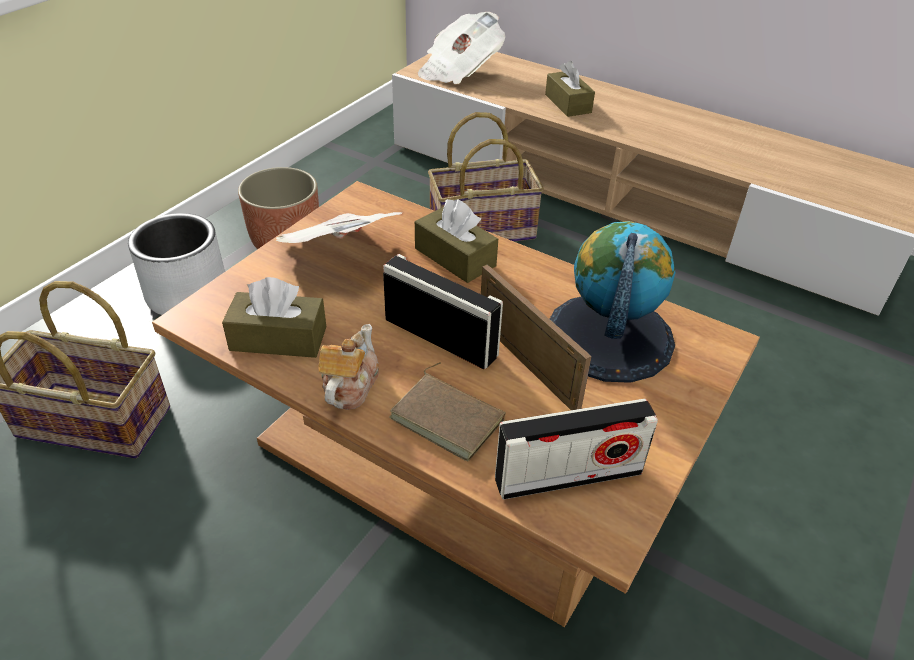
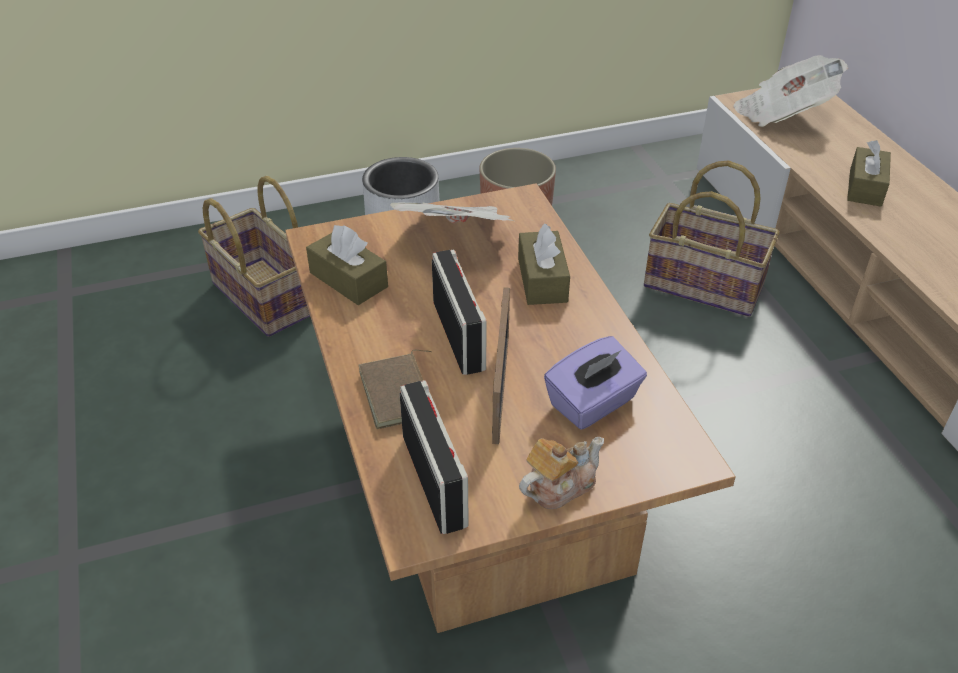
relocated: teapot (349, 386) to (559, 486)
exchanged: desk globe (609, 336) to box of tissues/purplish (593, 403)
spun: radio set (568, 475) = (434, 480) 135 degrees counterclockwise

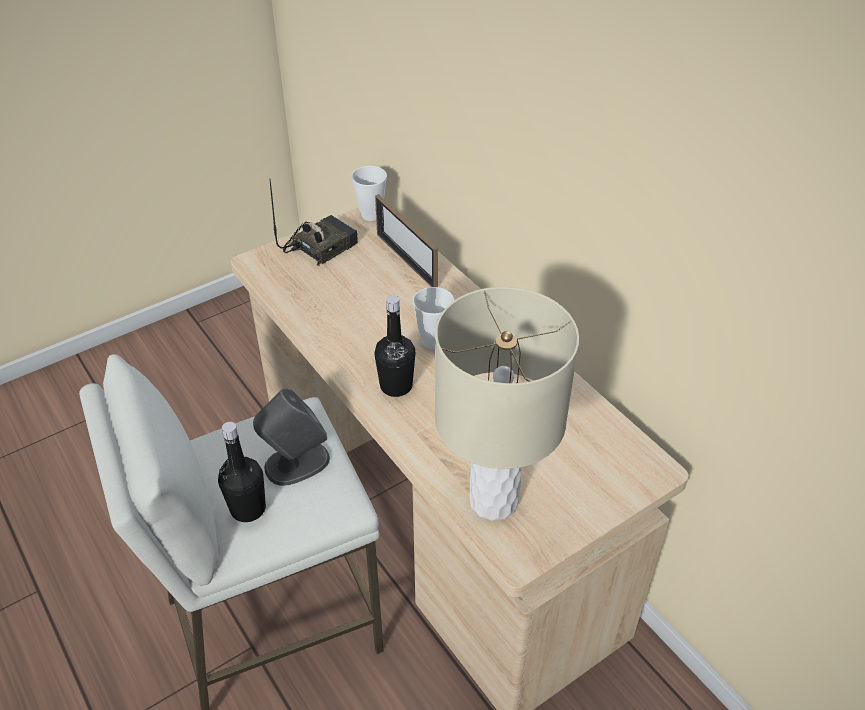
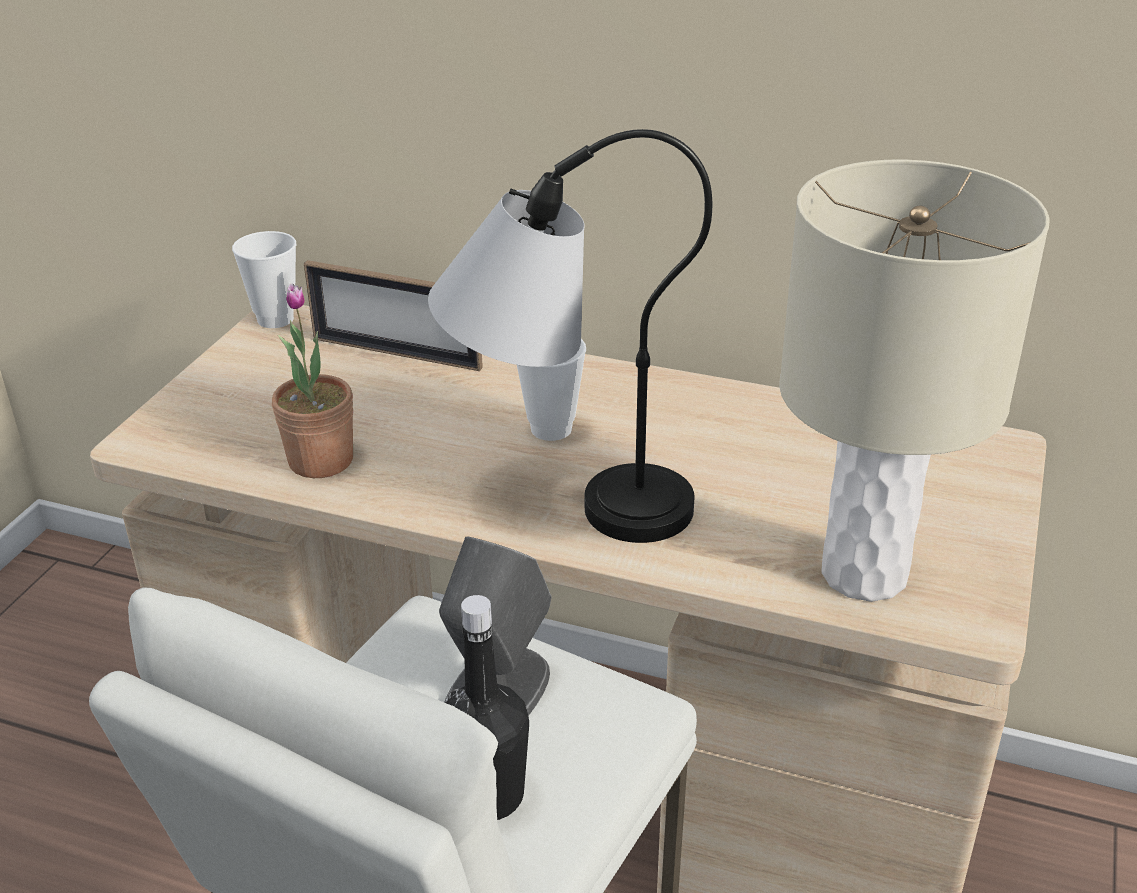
missing: radio set (320, 246)
appeared: plant in a pot (321, 460)
exchanged: bottle/blackish (396, 386) to tabletop lamp (563, 503)

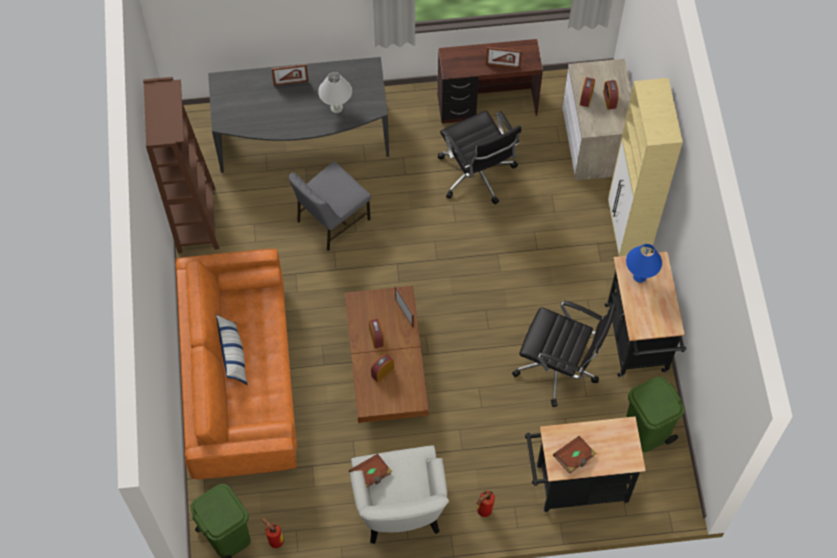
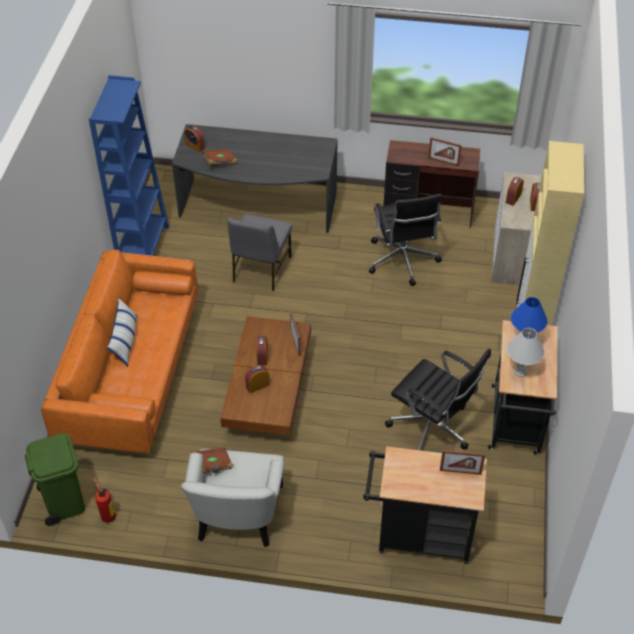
missing: fire extinguisher (482, 512); rubbish bin/green (647, 431)
appeared: bedside clock (195, 146)
relocated: photo frame (291, 82) to (460, 472); tabletop lamp/white (337, 107) to (521, 371); volume/brown (574, 458) to (220, 162)
colour: bookshelf/brown (196, 220) to bookshelf/blue (143, 247)
spun: chair/gray (331, 220) = (260, 269) 45 degrees counterclockwise

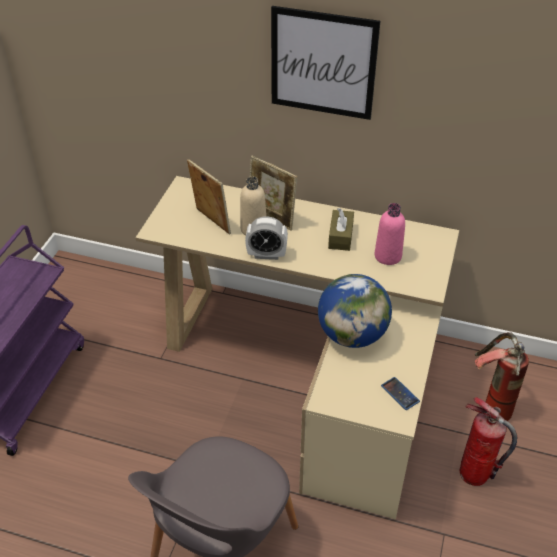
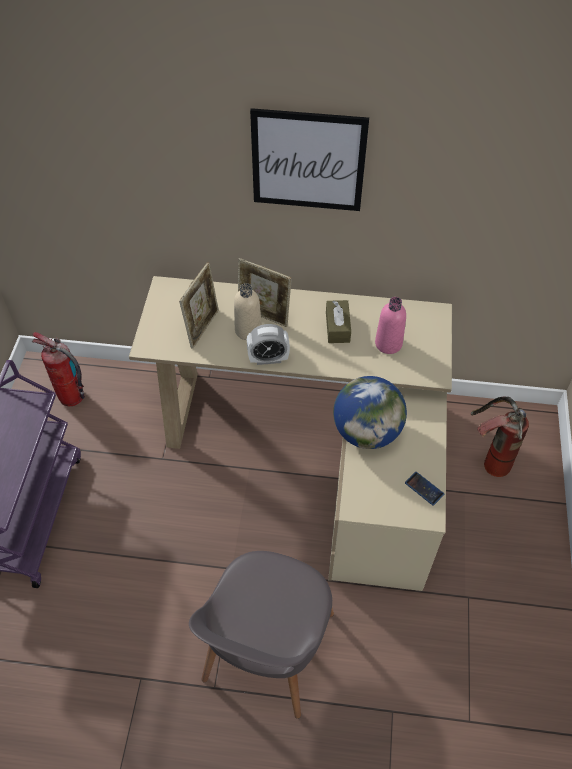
relocated: fire extinguisher (474, 474) to (71, 397)
spun: photo frame (211, 222) = (203, 327) 75 degrees clockwise

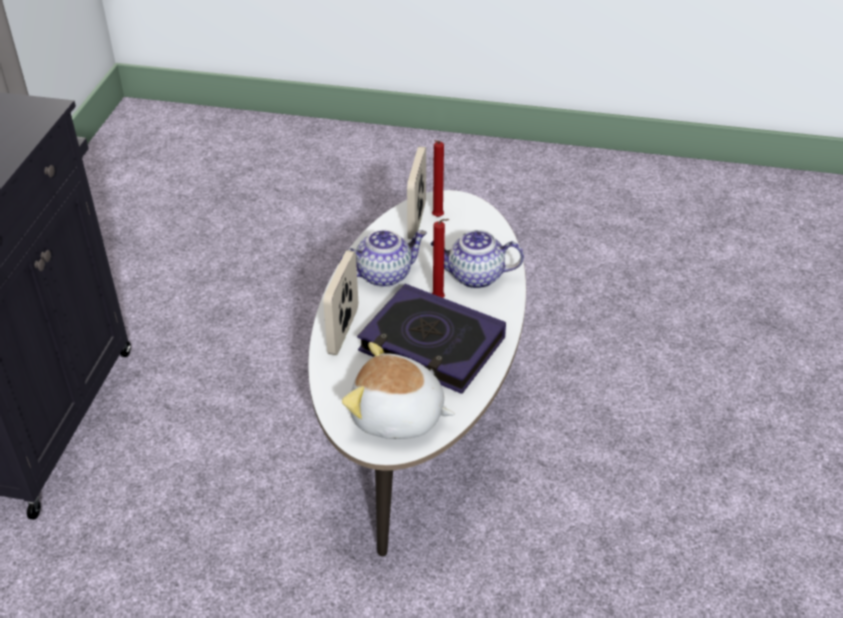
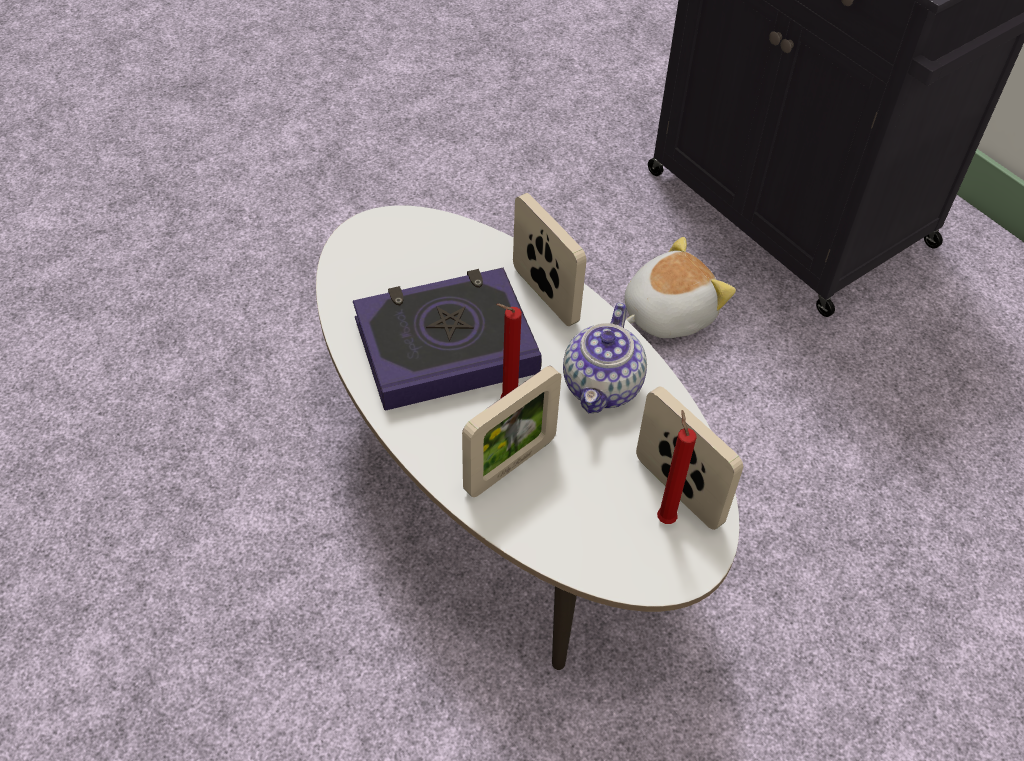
relocated: plush toy (397, 417) to (666, 313)
exchanged: teapot (474, 277) to photo frame (510, 465)

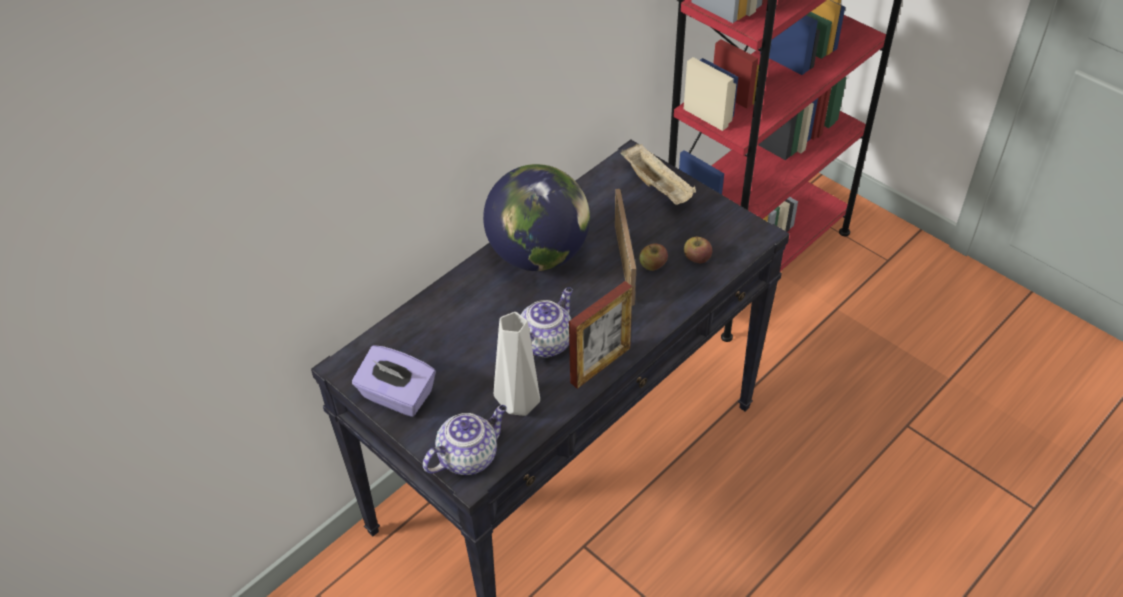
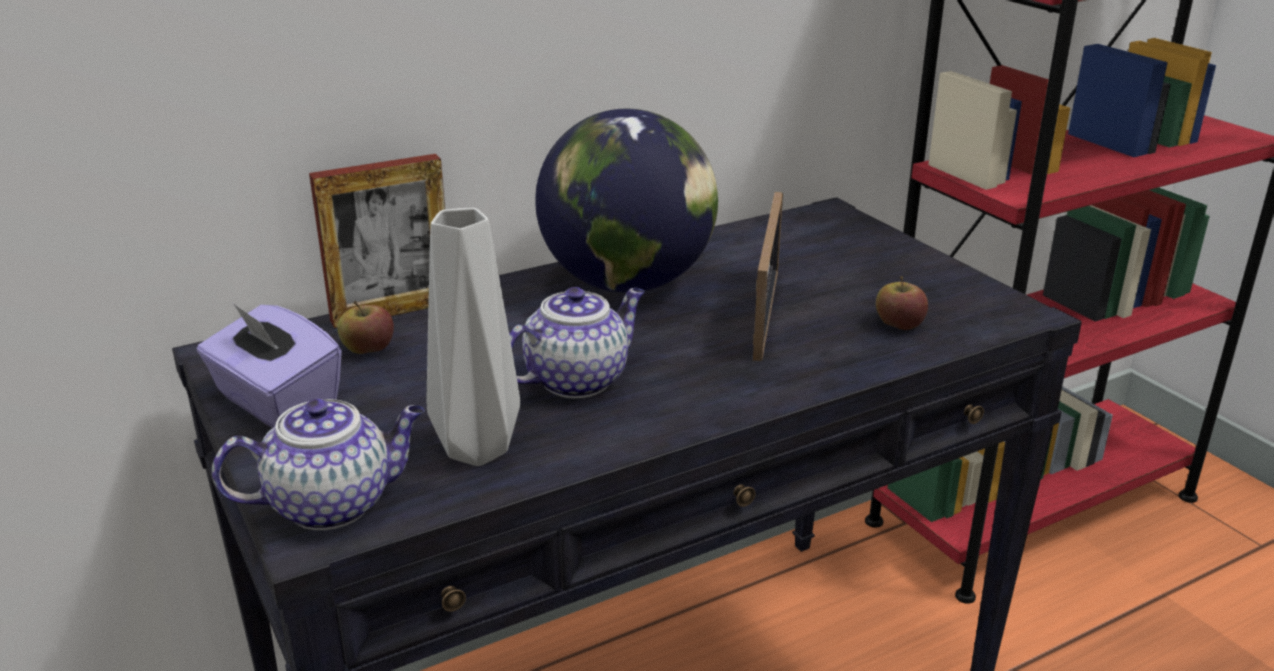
missing: serving tray/beige-coloured (658, 186)
relocated: photo frame (600, 365) to (392, 311); whole apple (653, 265) to (368, 349)

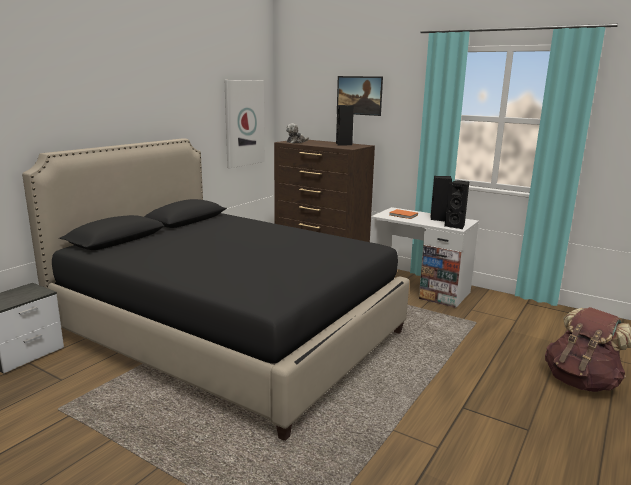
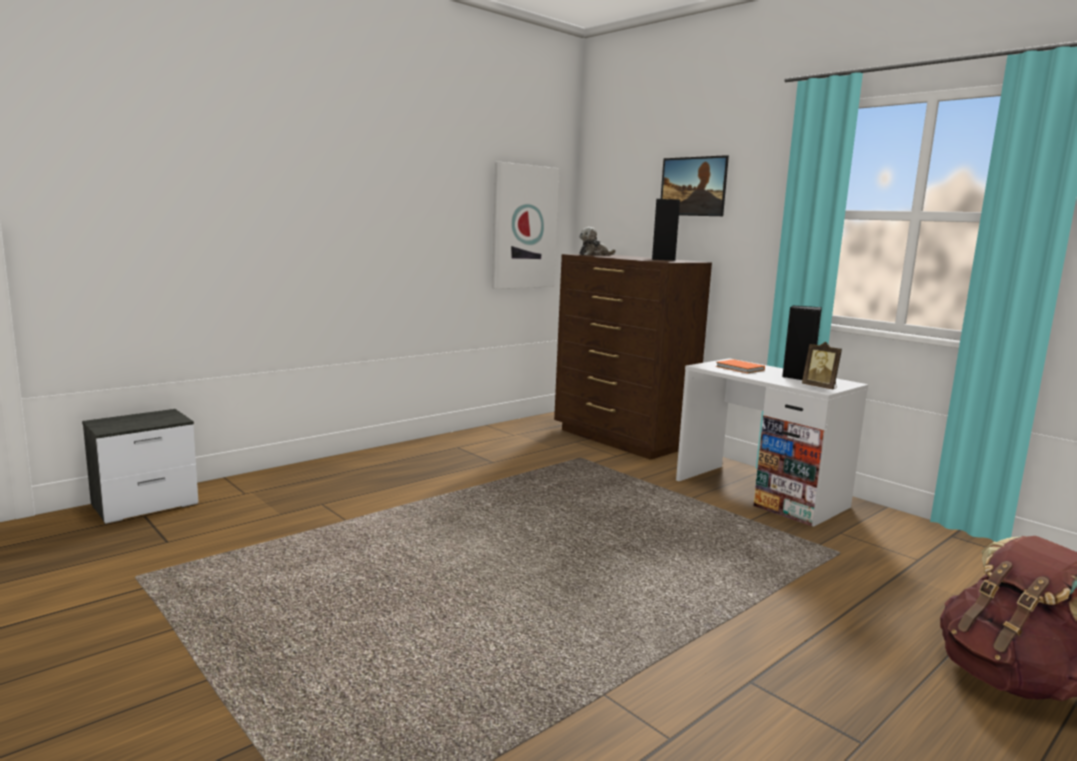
missing: bedroom bed/blackish (229, 333)
exchanged: audio speaker/blackish (456, 226) to photo frame (820, 387)

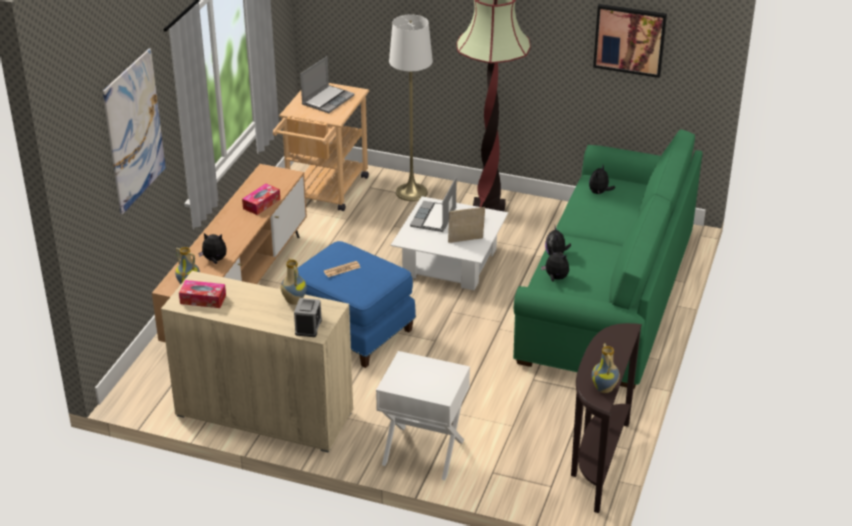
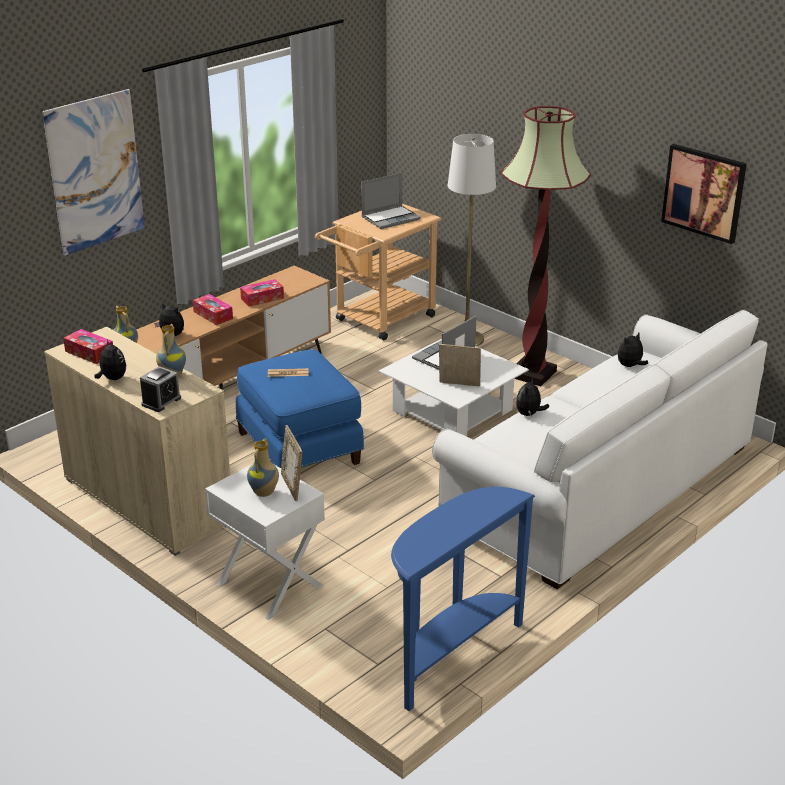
appeared: box of tissues (213, 315); photo frame (292, 486)
relocated: plush toy (555, 278) to (112, 378); decorative vase (605, 389) to (264, 493)
colour: settee/green (608, 296) to settee/white (601, 486); hall table/brown (596, 462) to hall table/blue (450, 655)

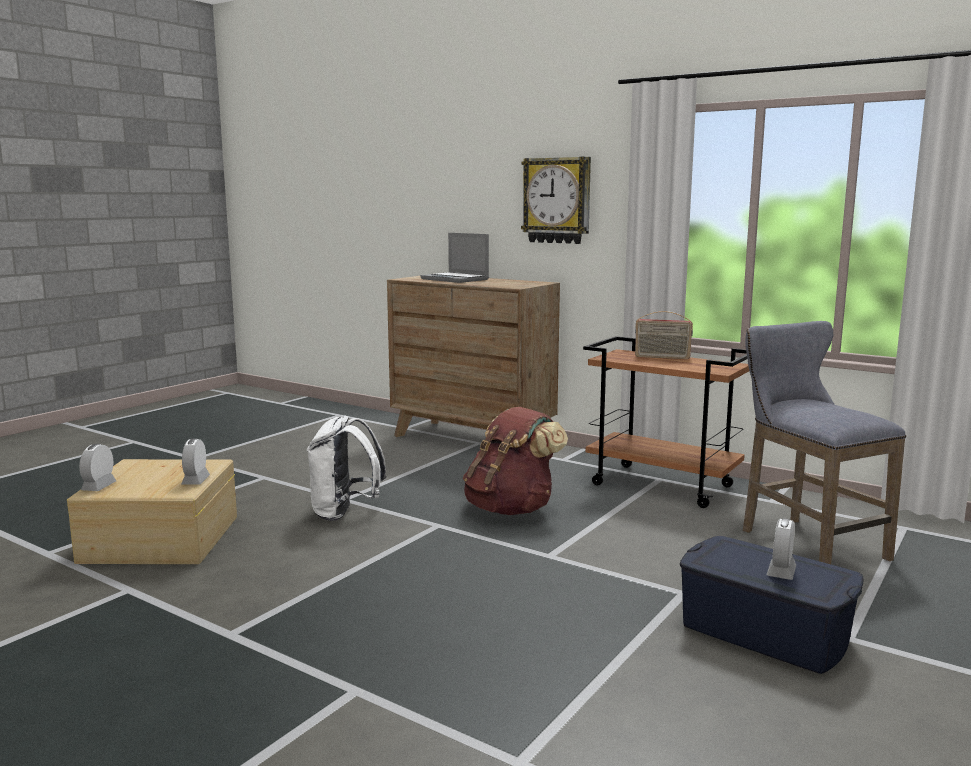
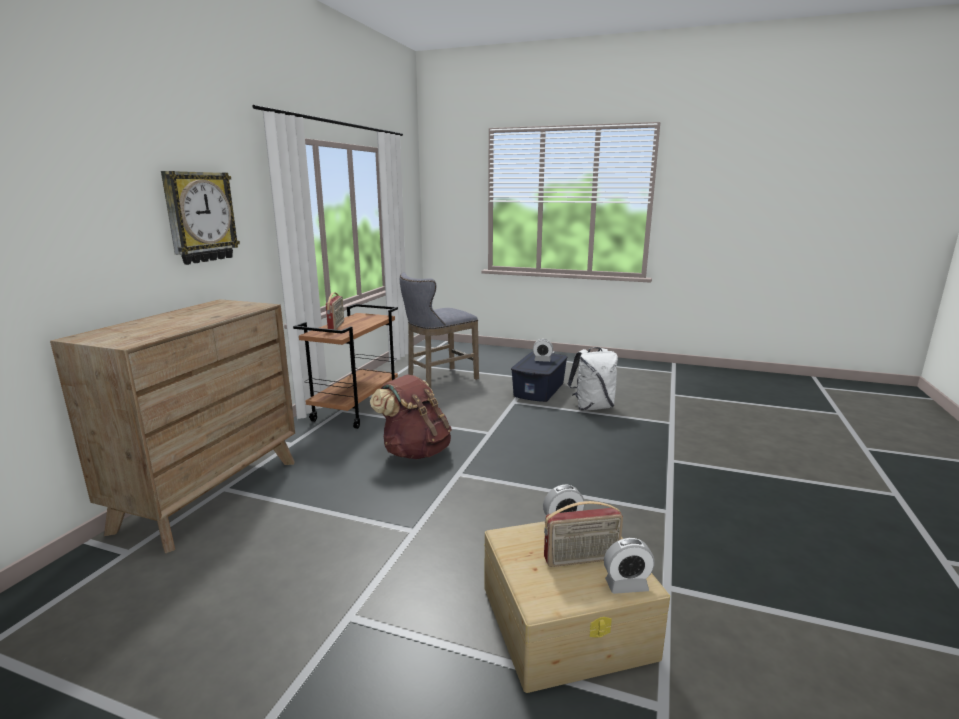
missing: laptop (456, 279)
appeared: radio set (582, 559)
relocated: backpack/white (345, 513) to (592, 407)

